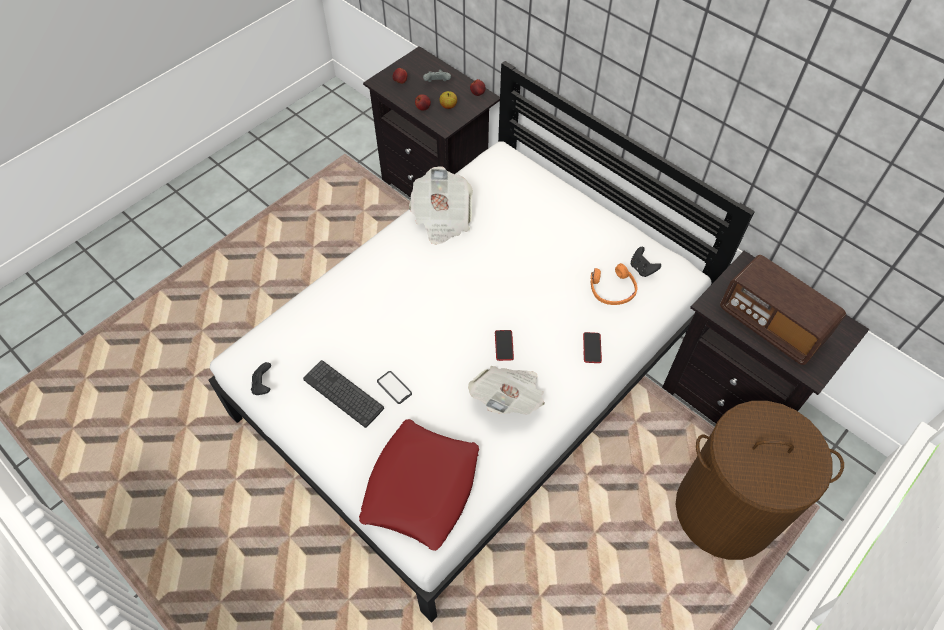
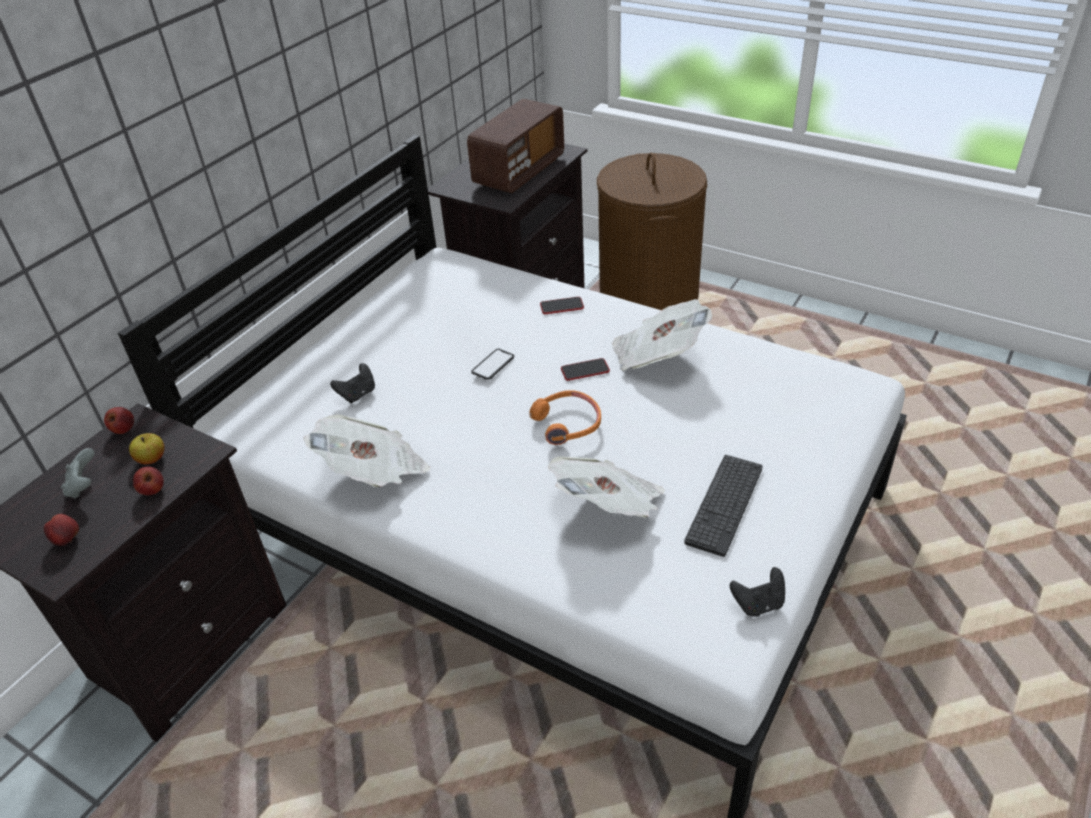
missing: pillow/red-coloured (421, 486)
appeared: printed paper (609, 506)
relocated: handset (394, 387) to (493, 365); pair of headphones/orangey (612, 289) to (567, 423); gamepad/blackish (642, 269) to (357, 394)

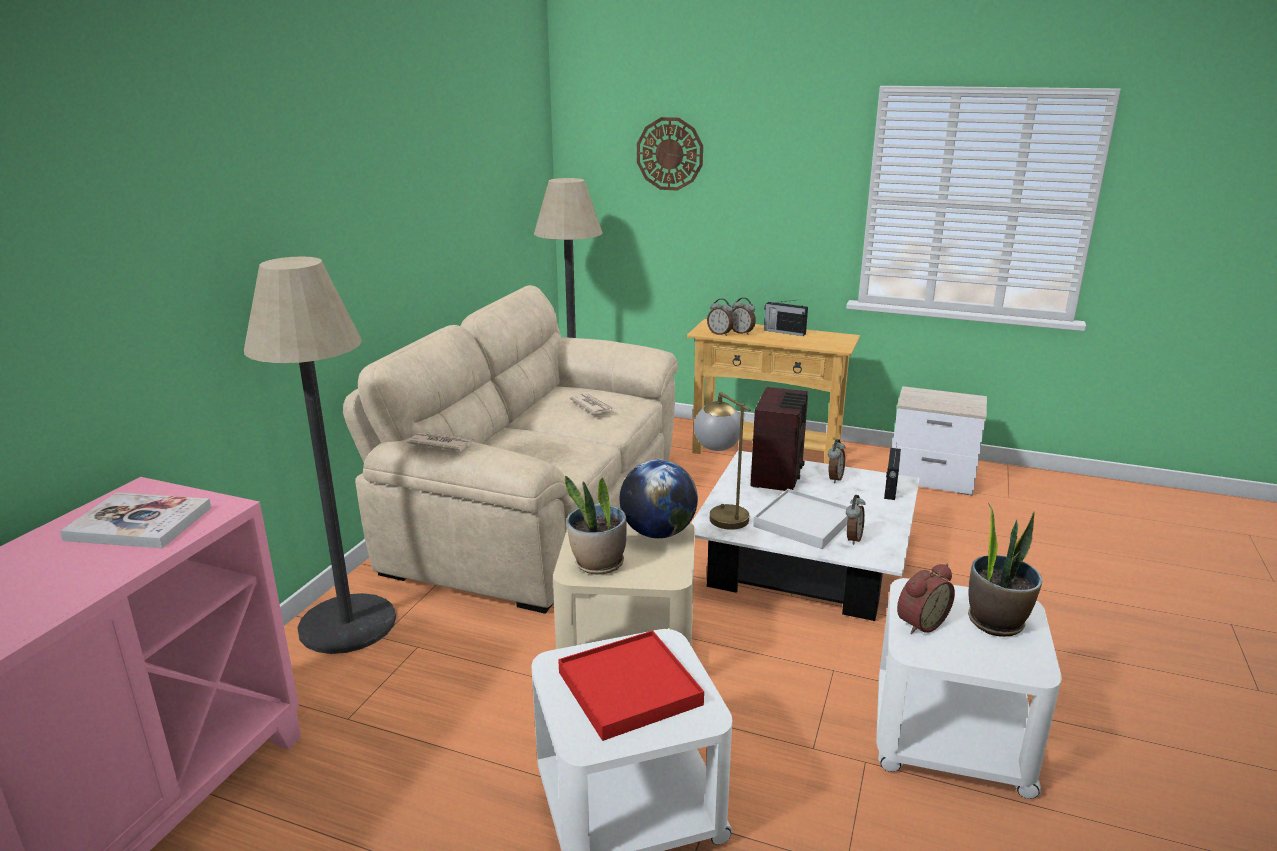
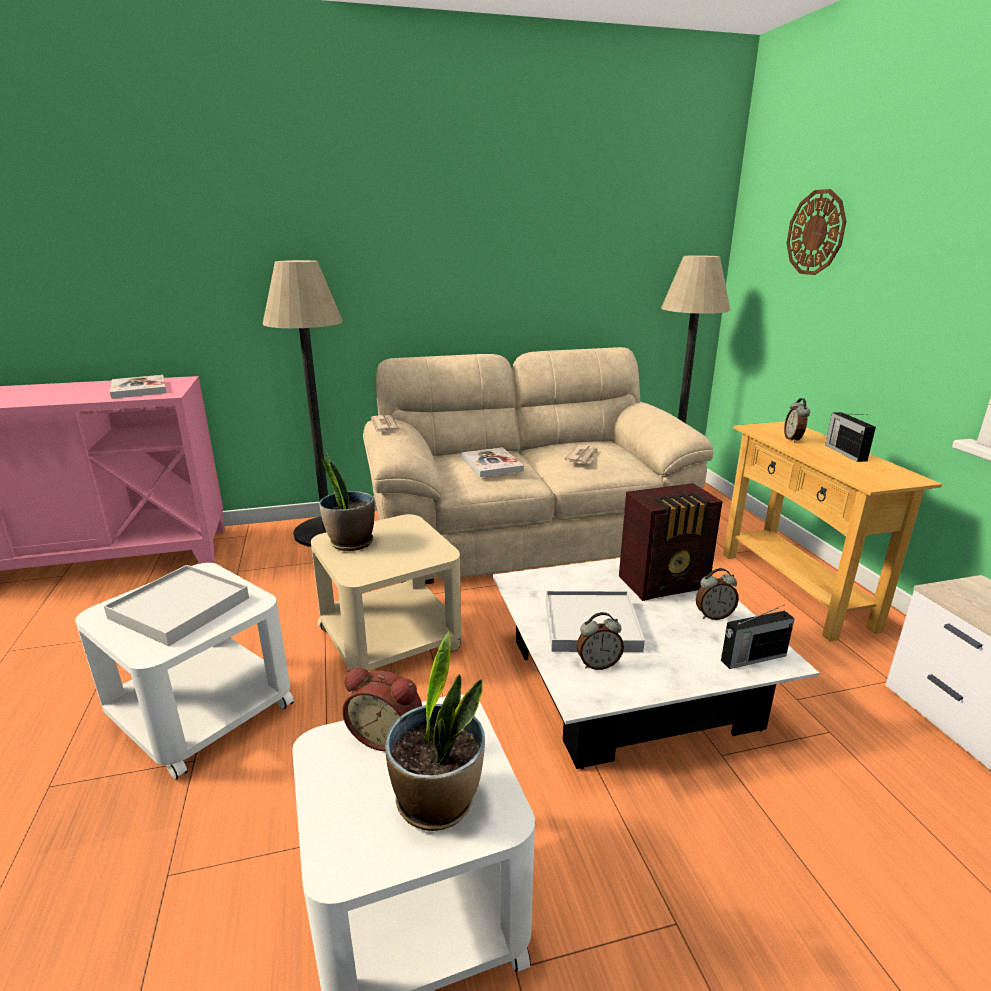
missing: desk globe (658, 533); tabletop lamp (720, 513); bedside clock (720, 334)
appeared: volume (491, 464)
colour: serving tray/red-coloured (629, 688) to serving tray/white (180, 608)

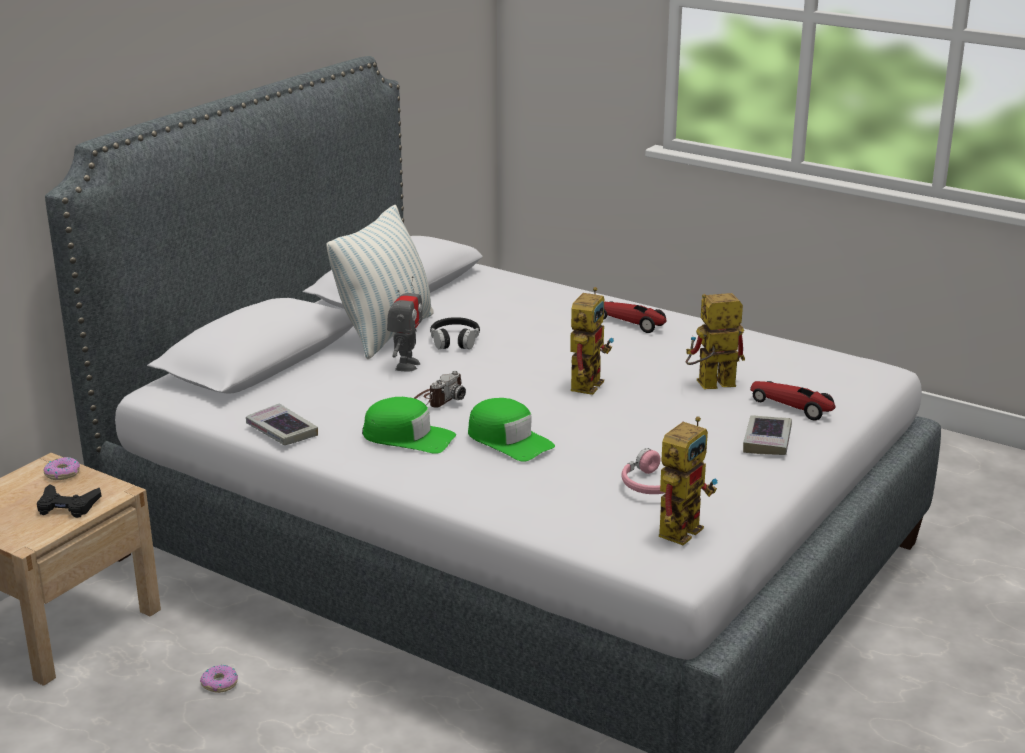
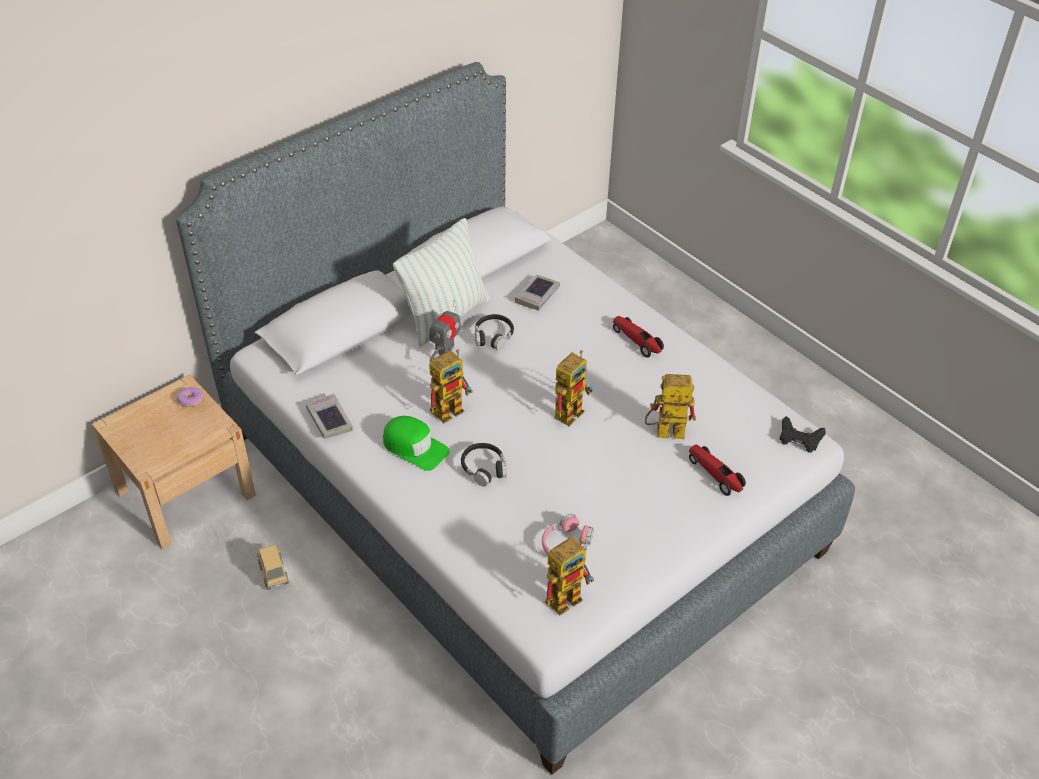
relocated: gamepad/blackish (67, 506) to (799, 438); volume (767, 440) to (537, 295)
exchanged: ring doughnut (219, 683) to toy truck (274, 575); still camera (437, 399) to toy robot (452, 407); baseball cap/green (508, 440) to pair of headphones/blackish (484, 468)

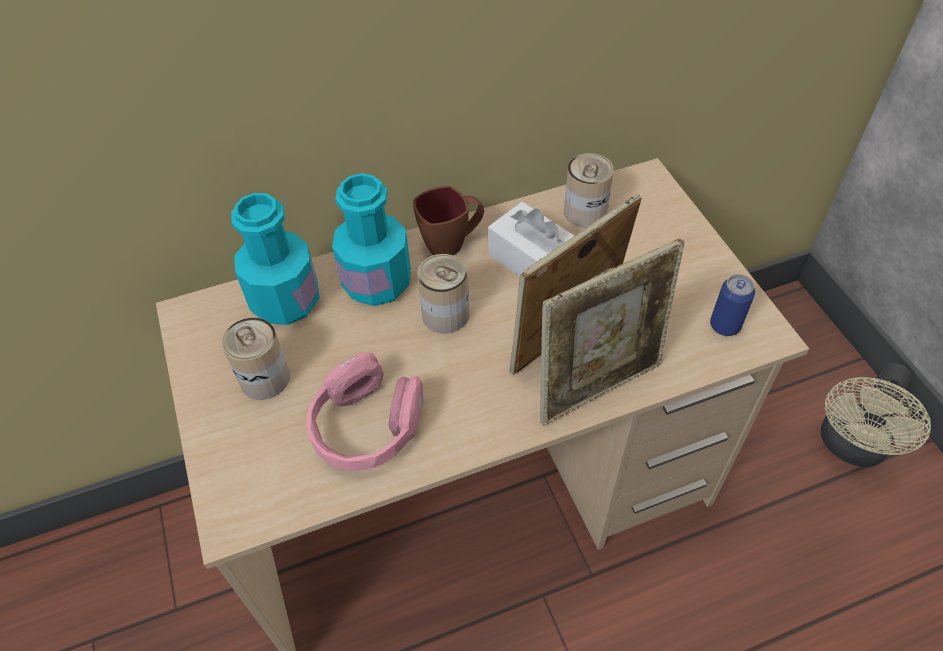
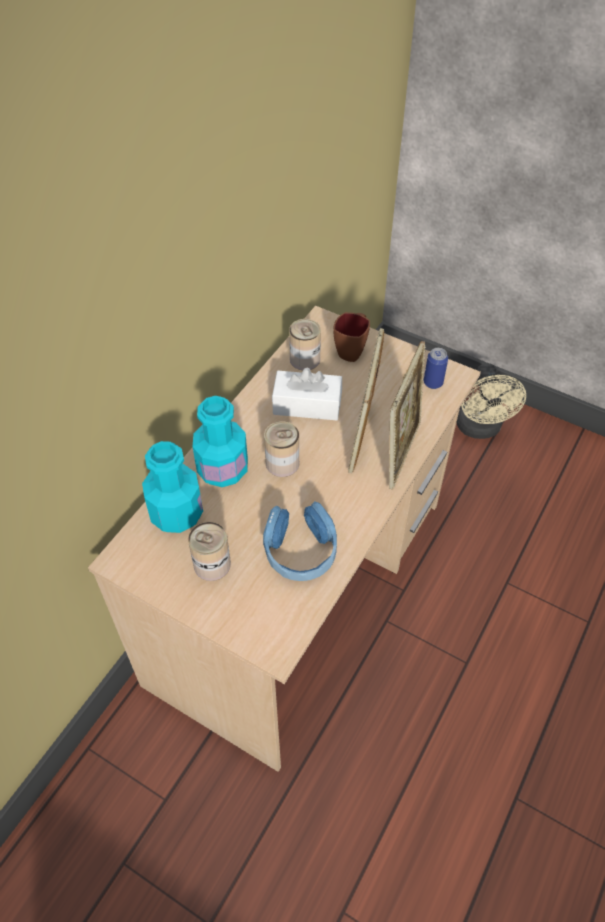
relocated: coffee mug/brown (452, 244) to (352, 350)
colour: pair of headphones/pink (367, 426) to pair of headphones/blue (300, 550)

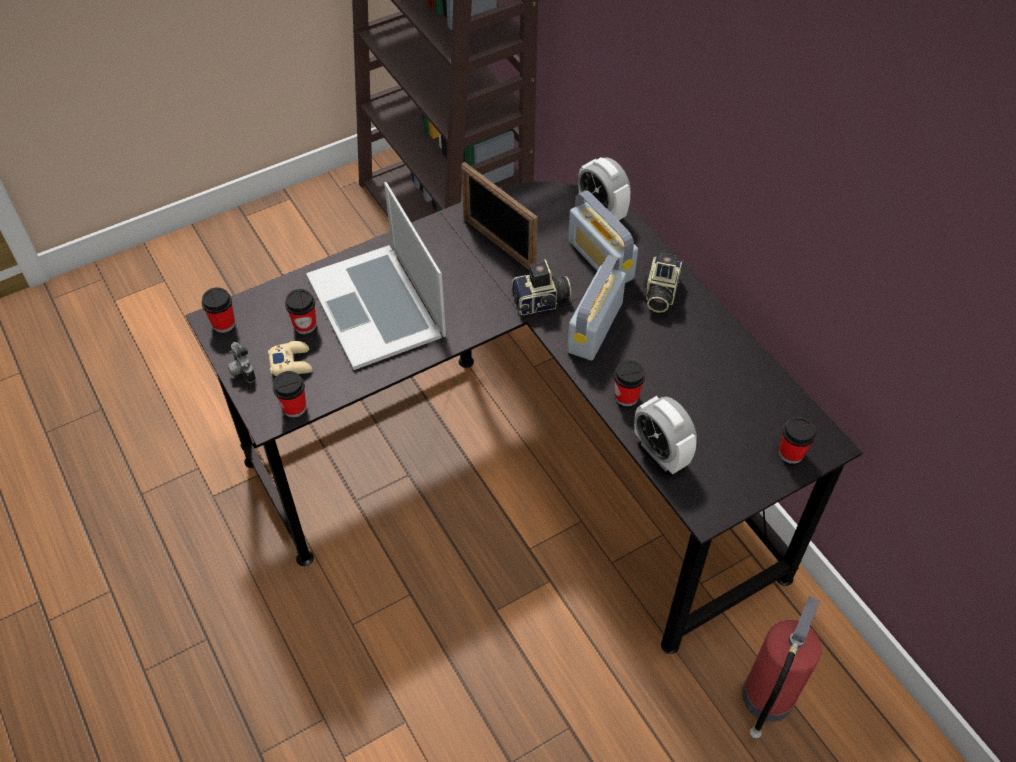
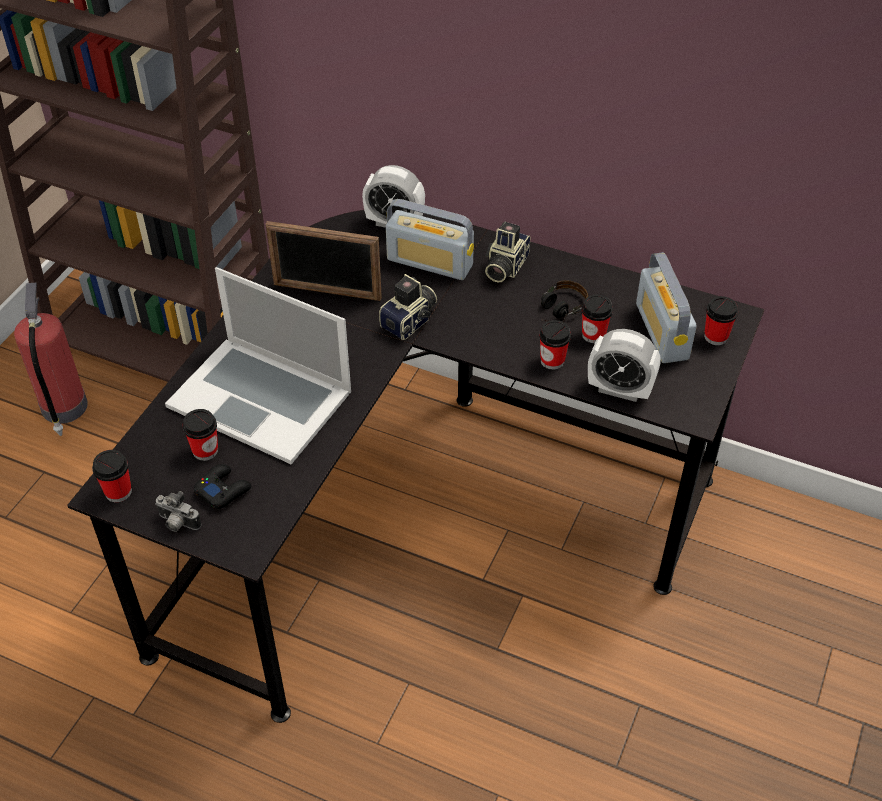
appeared: pair of headphones (557, 312)
relocated: cup (294, 407) to (593, 335); radio set (595, 327) to (662, 331); fire extinguisher (767, 698) to (64, 408)
colour: gamepad/beige-coloured (291, 363) to gamepad/blackish (223, 490)
spun: still camera (659, 294) = (504, 266) 45 degrees clockwise

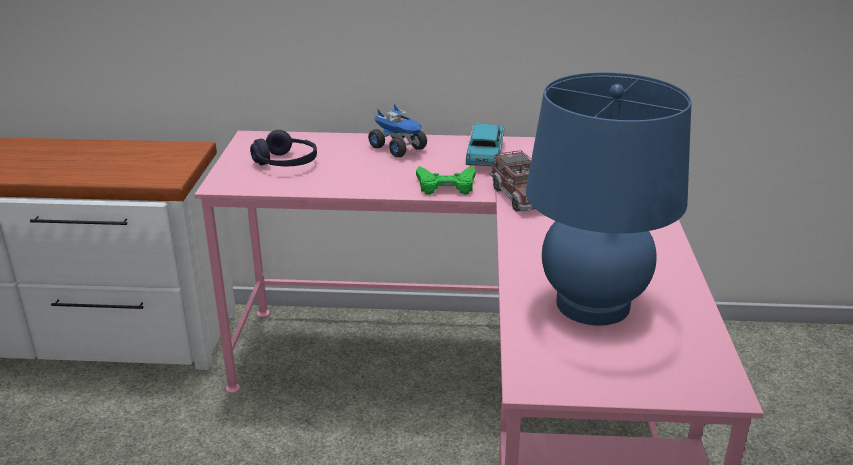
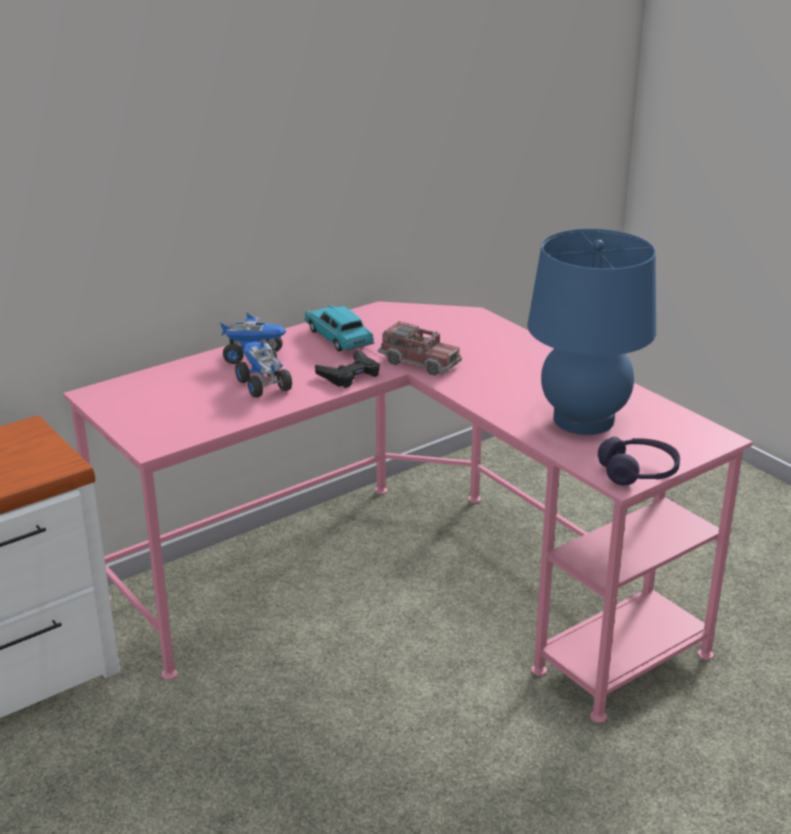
appeared: toy truck (262, 385)
relocated: pair of headphones/purplish (286, 163) to (638, 472)
colour: gamepad/green (446, 186) to gamepad/blackish (349, 375)

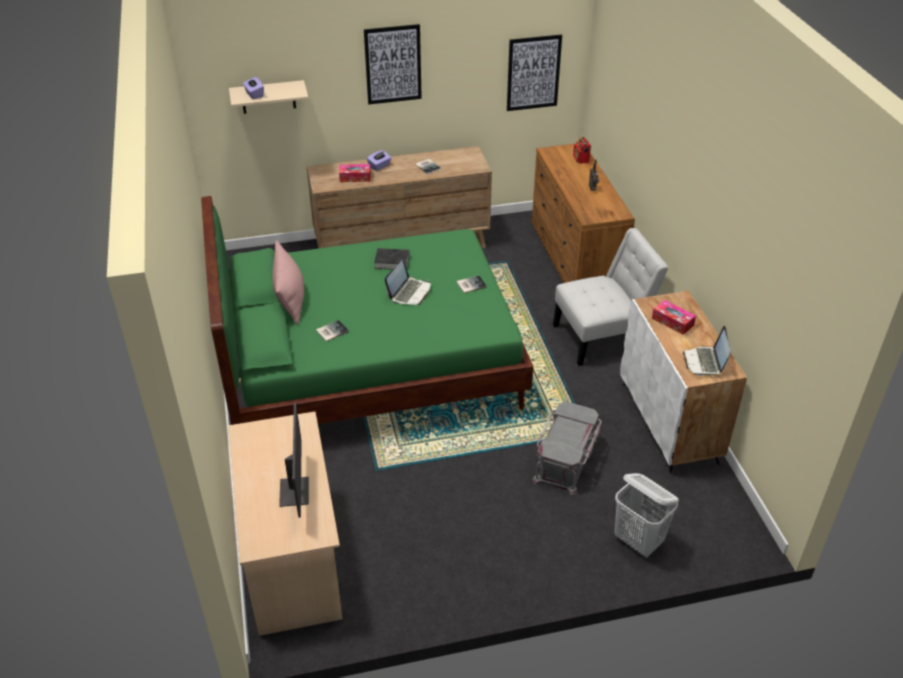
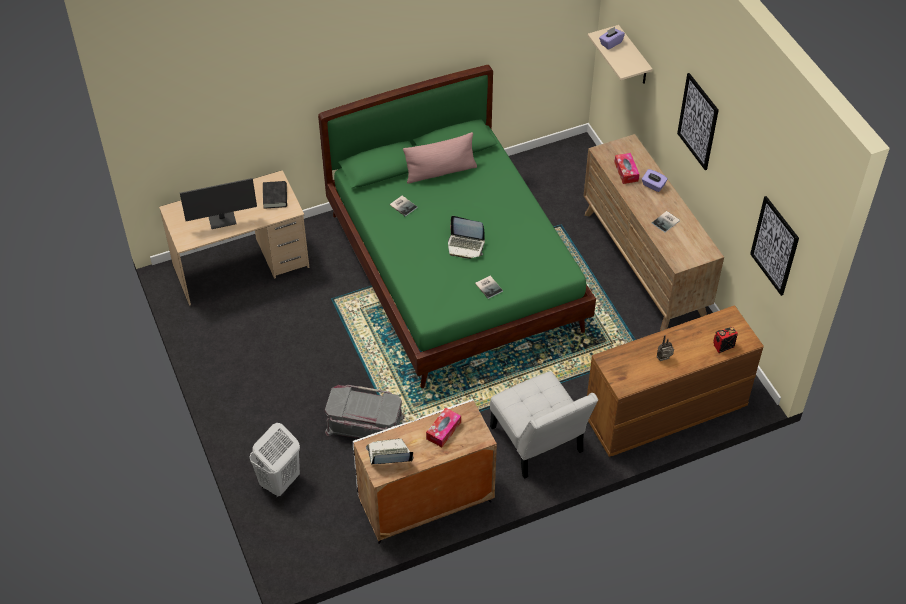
relocated: volume/blackish (392, 261) to (275, 197)

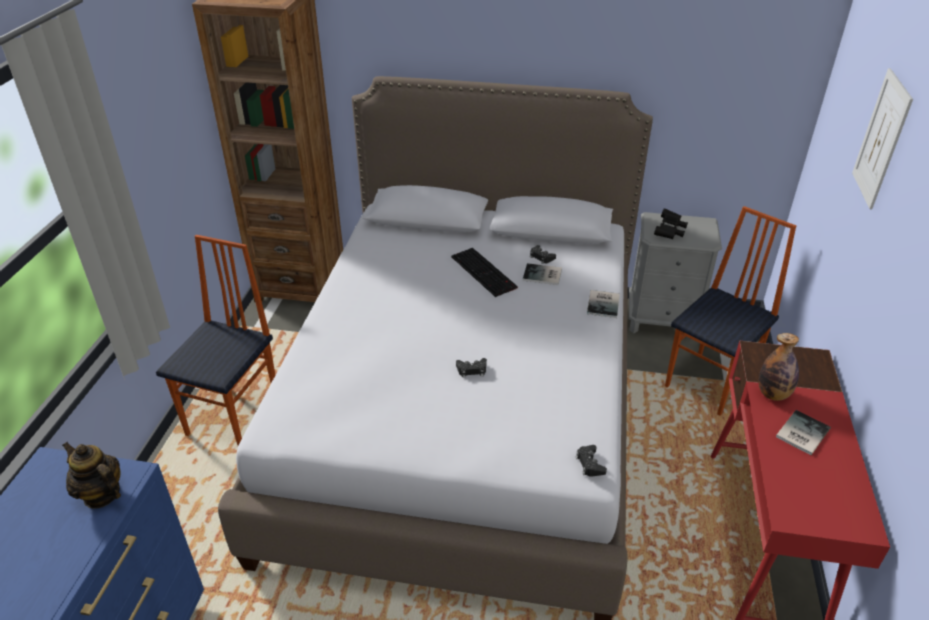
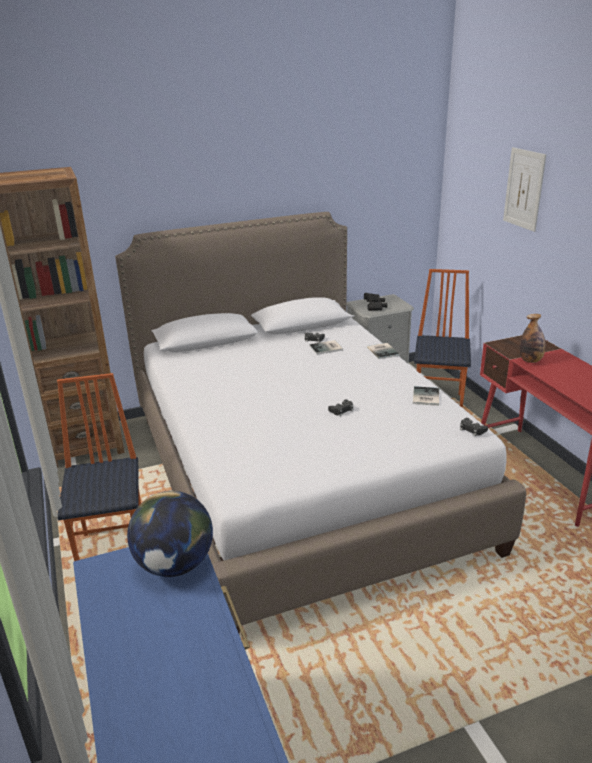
missing: keyboard (485, 272)
relocated: volume (800, 433) to (424, 397)
exchanged: teapot (101, 494) to desk globe (175, 565)

